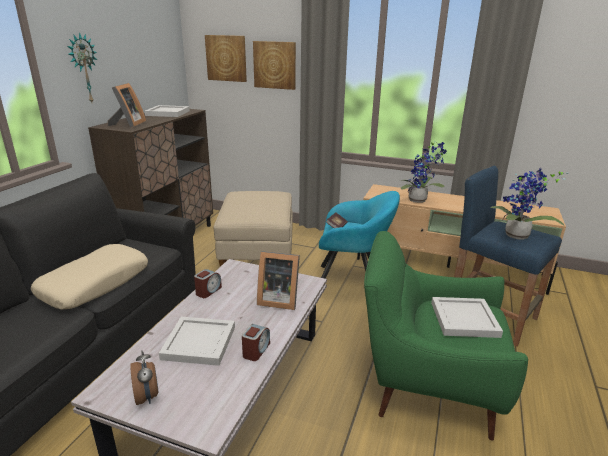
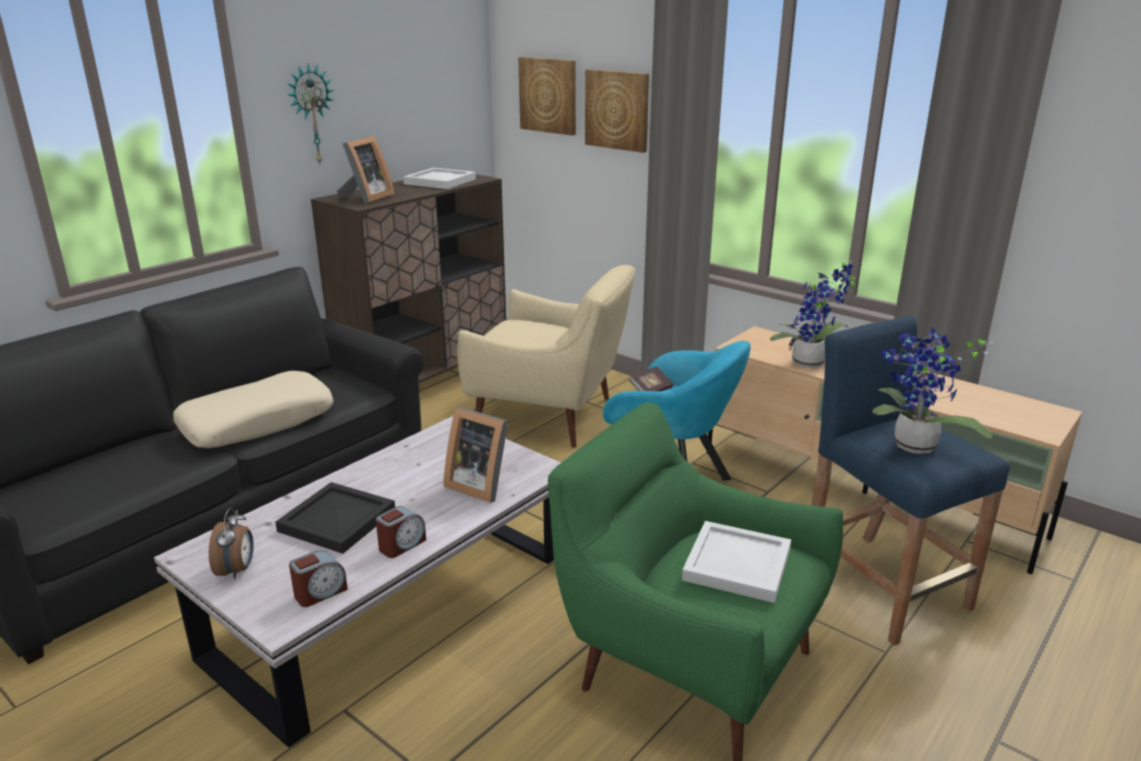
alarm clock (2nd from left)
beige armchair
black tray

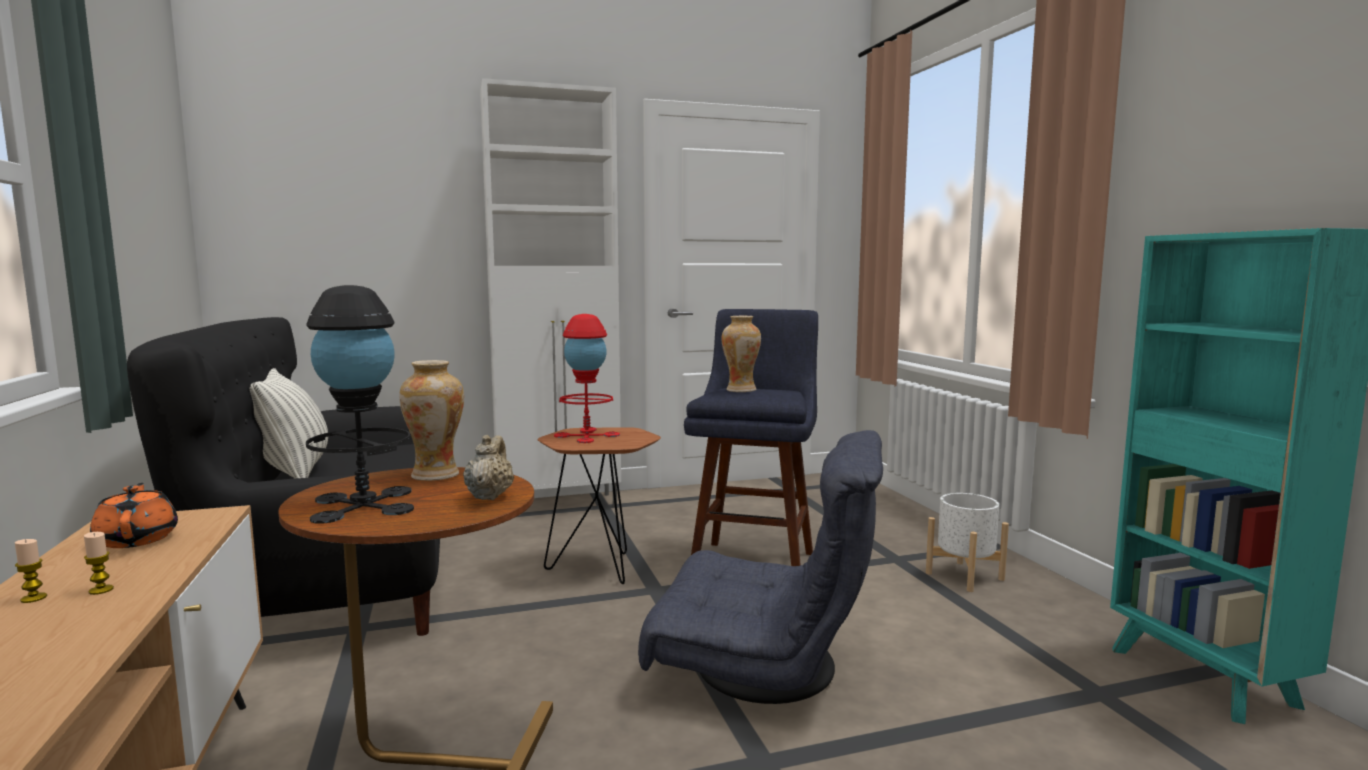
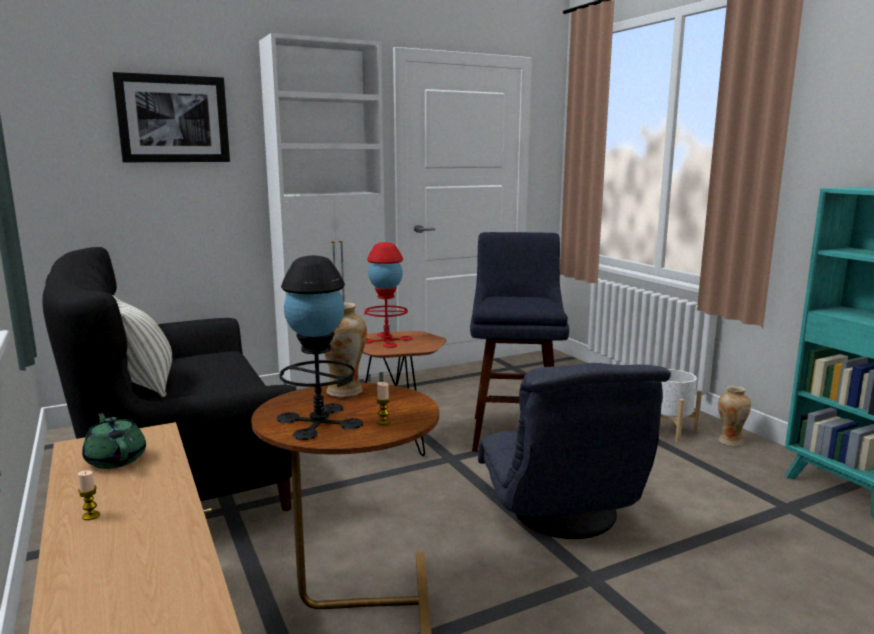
beige teapot
picture
candle (2nd from left)
vase (2nd from left)
green teapot
grey armchair

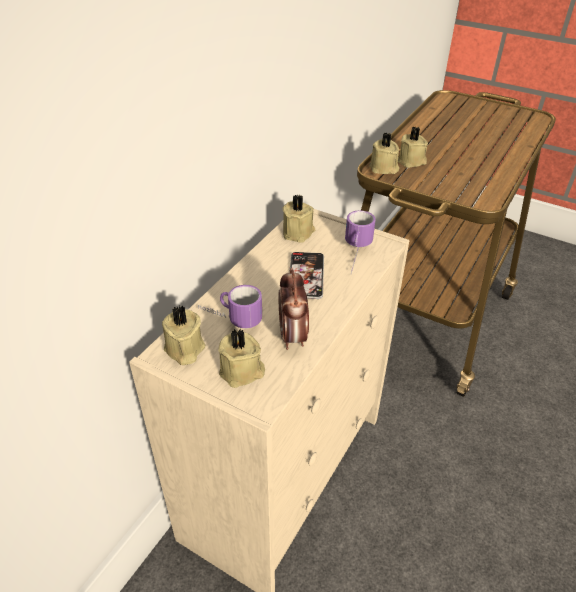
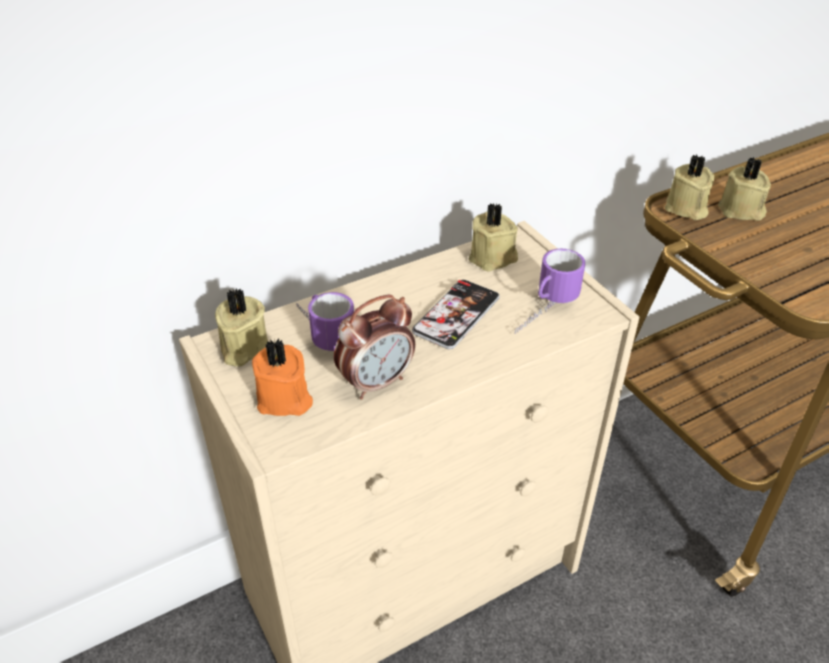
orange candle
alarm clock

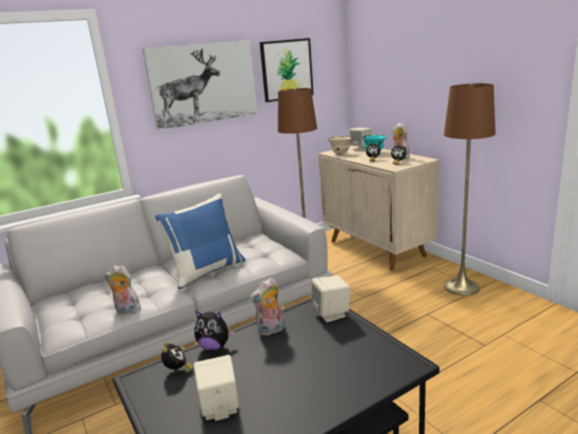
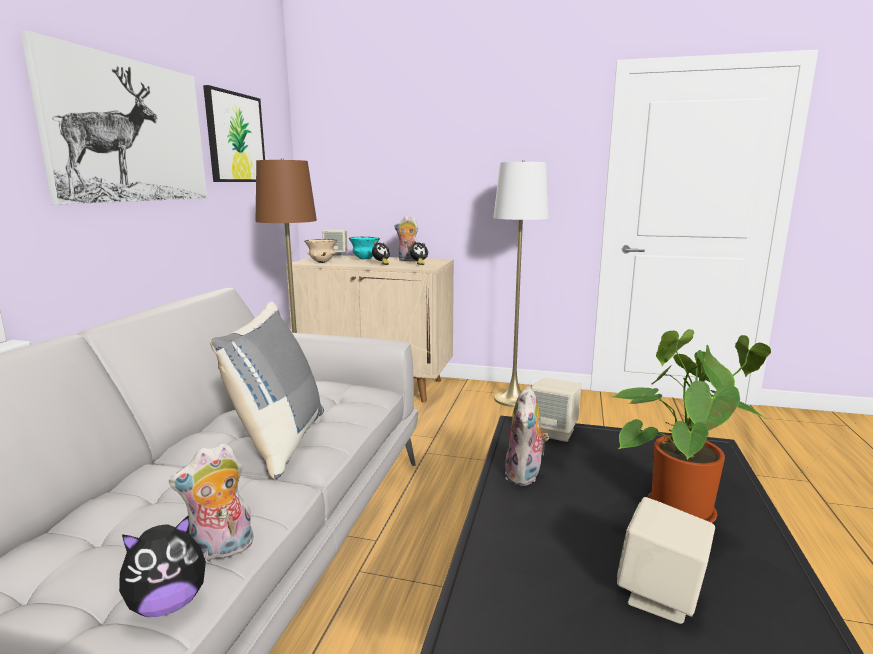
alarm clock (1st from left in the first image)
potted plant
plush toy (1st from left)
grey pillow
white floor lamp

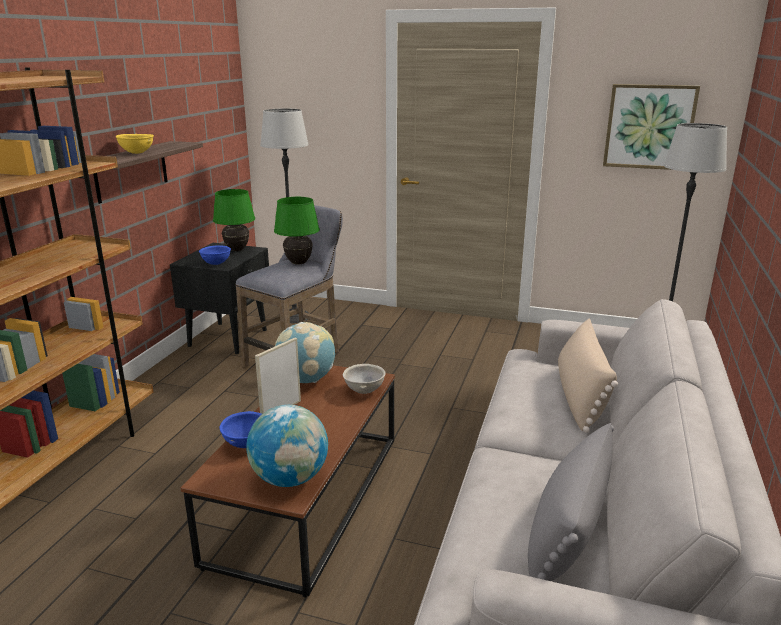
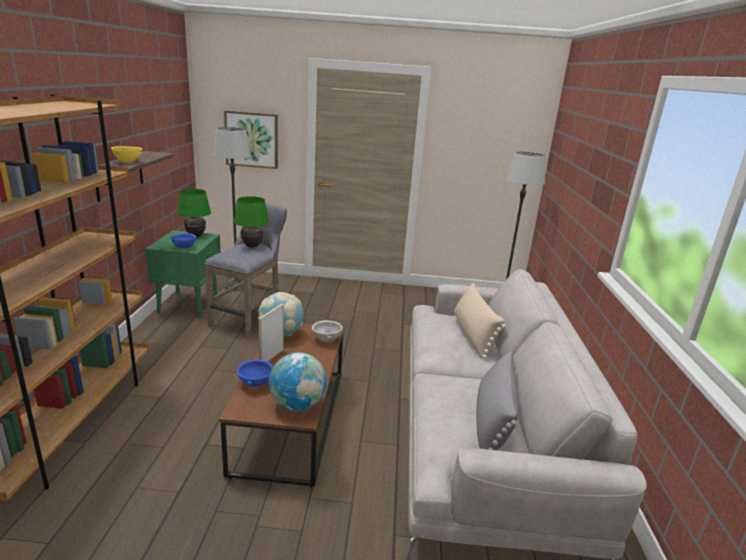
picture
green nightstand

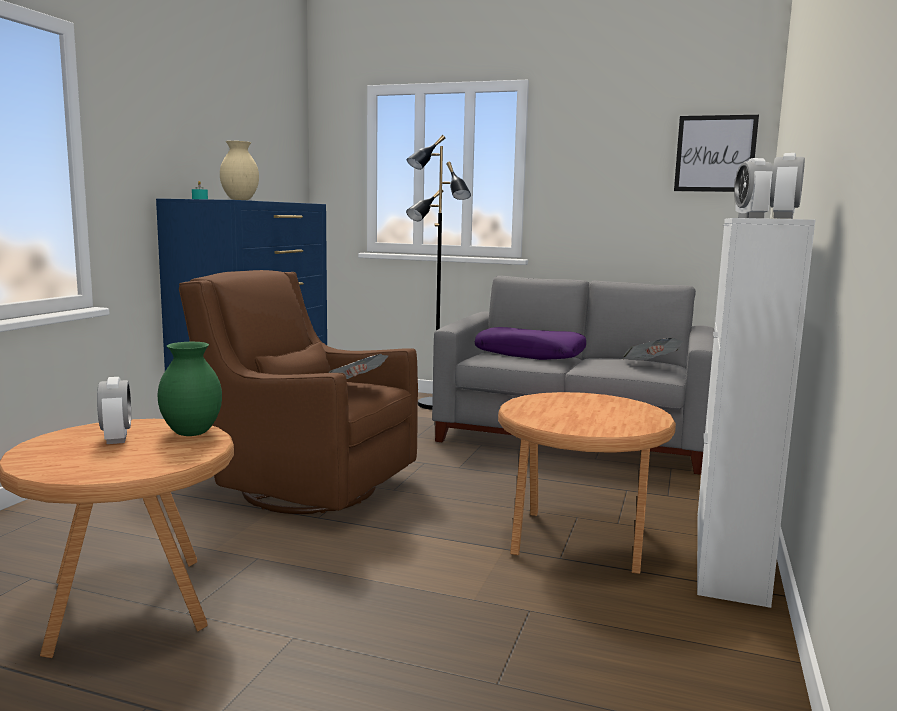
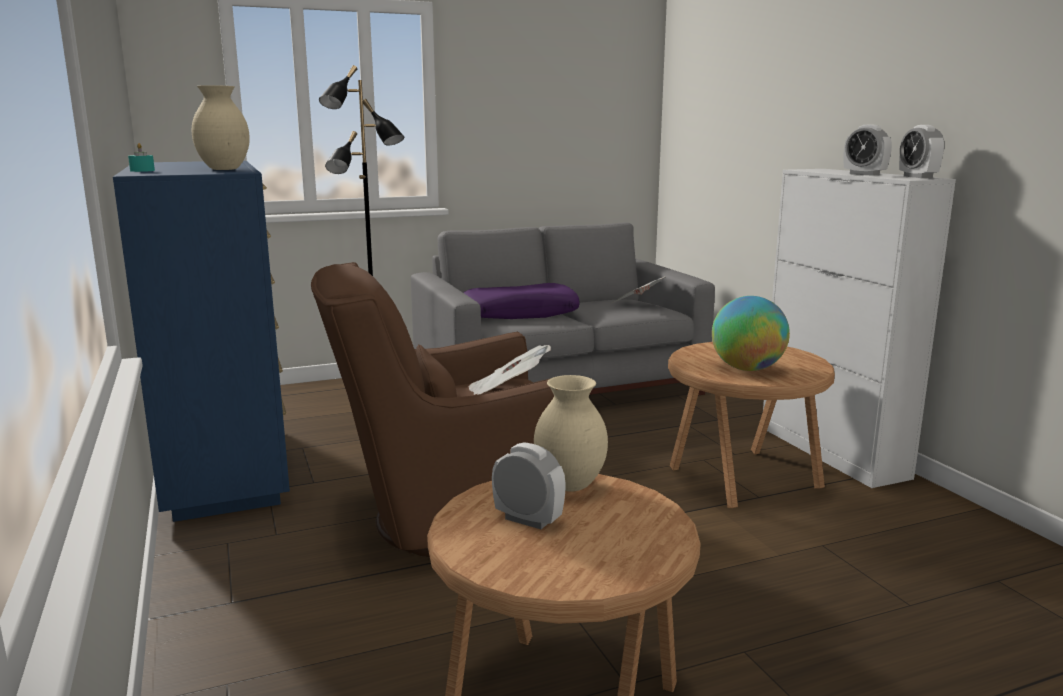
picture
globe
beige vase (2nd from left)

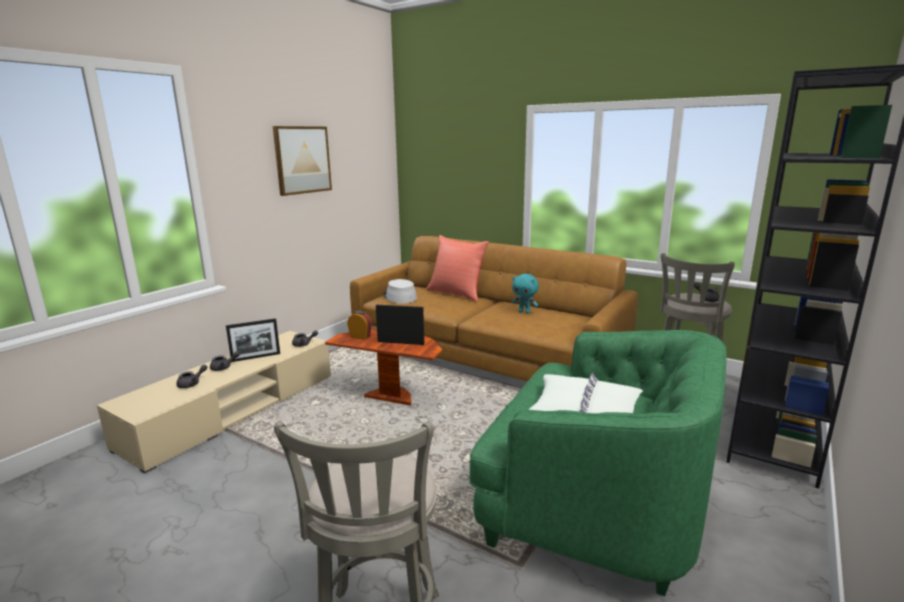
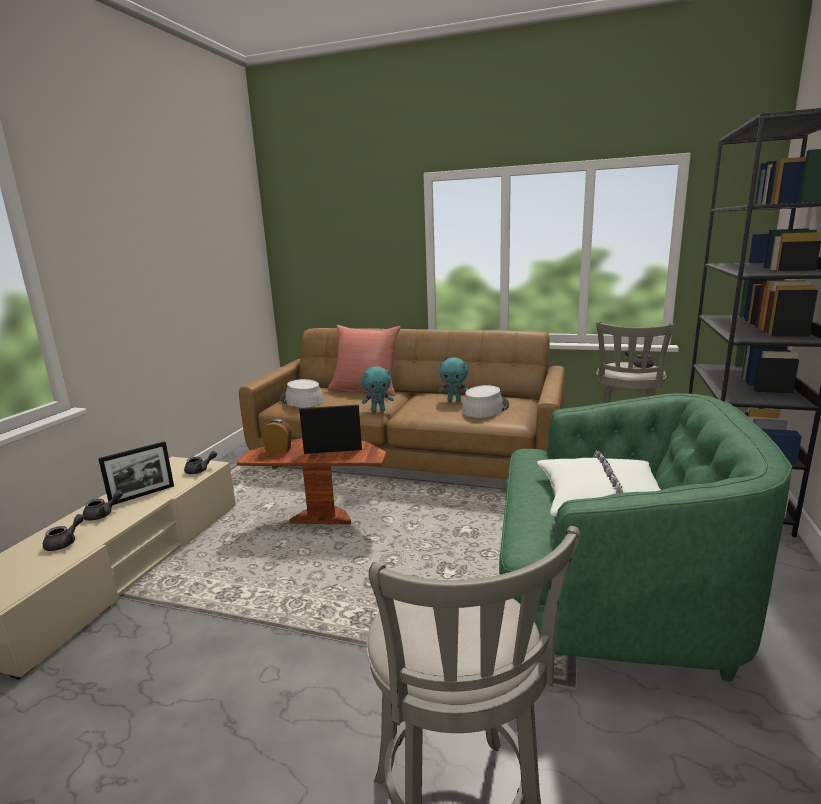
picture
turquoise plush toy (1st from left)
grey hat (2nd from left)

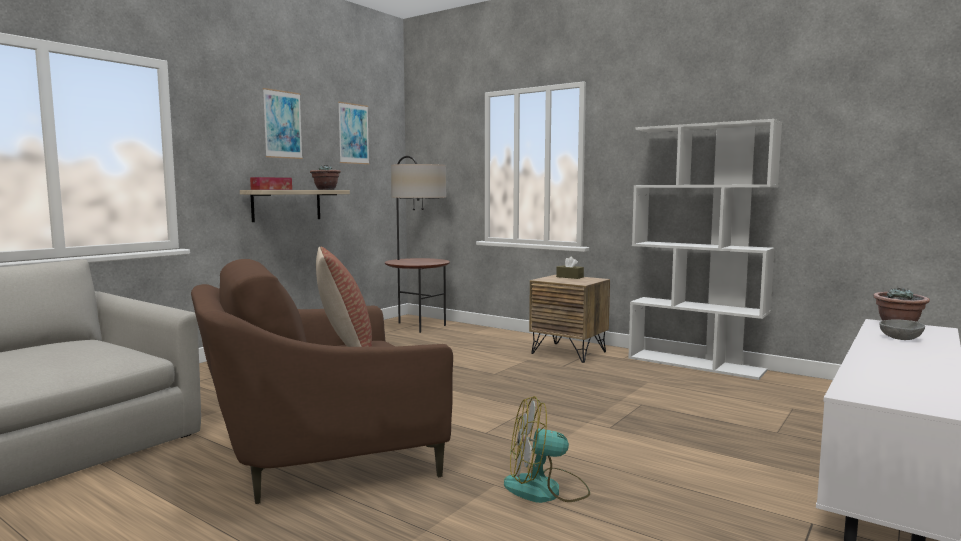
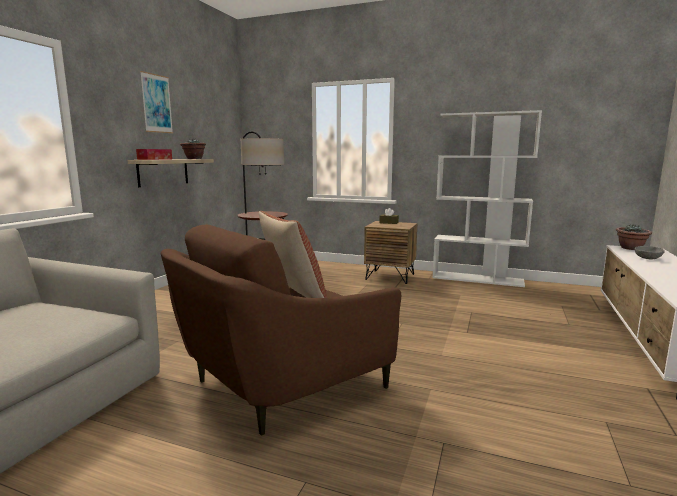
picture (2nd from left in the first image)
fan

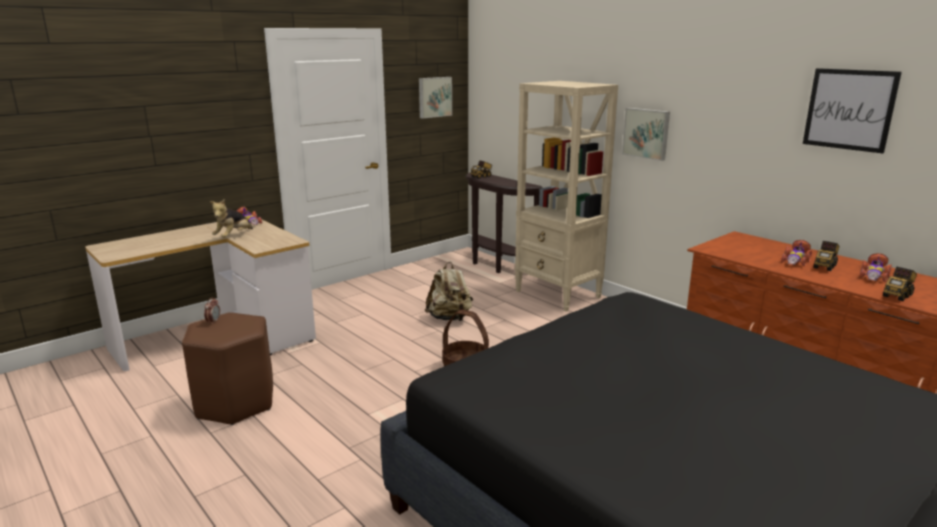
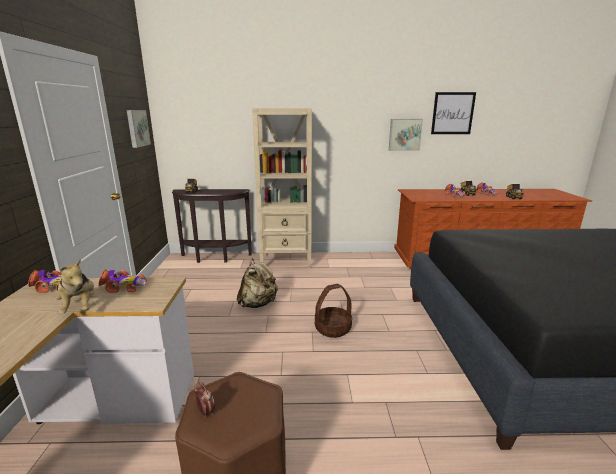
toy car (2nd from left)
picture (2nd from left)

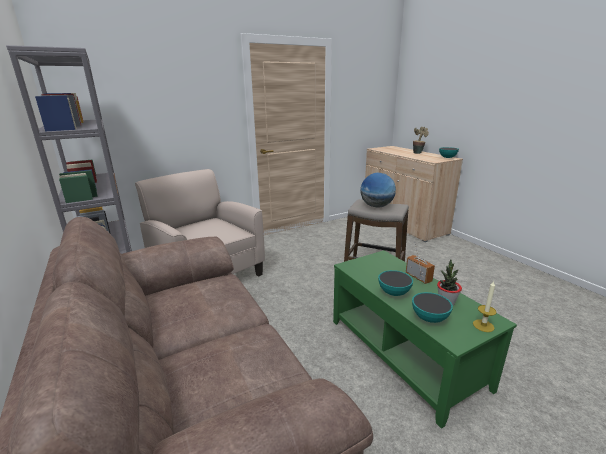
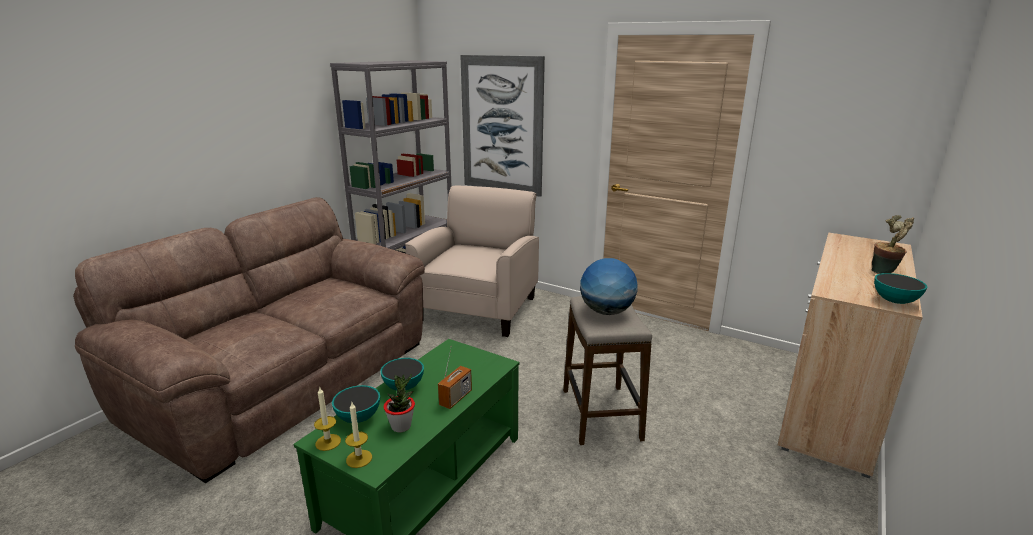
candle (1st from left)
picture

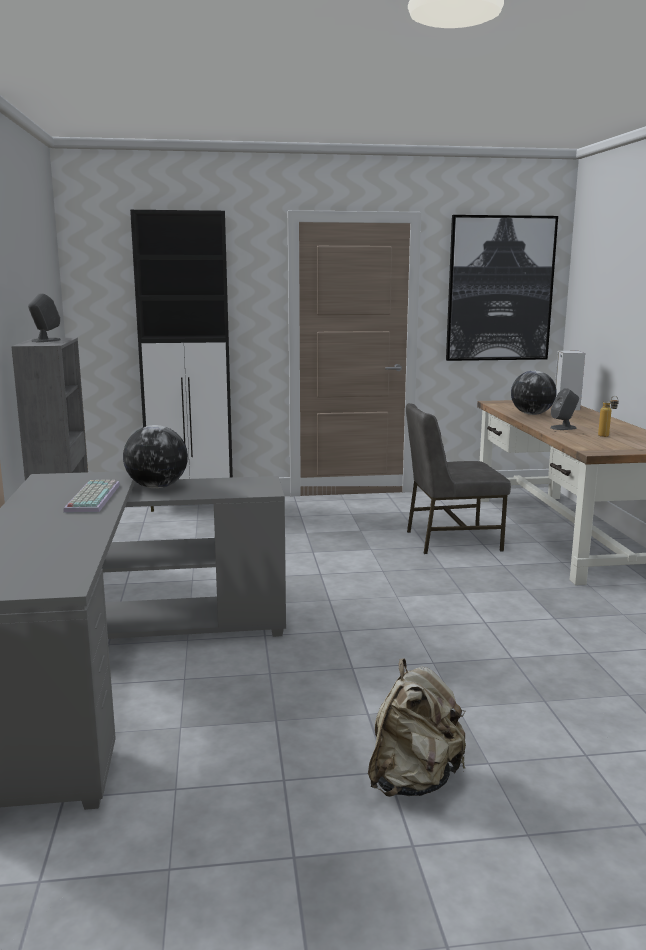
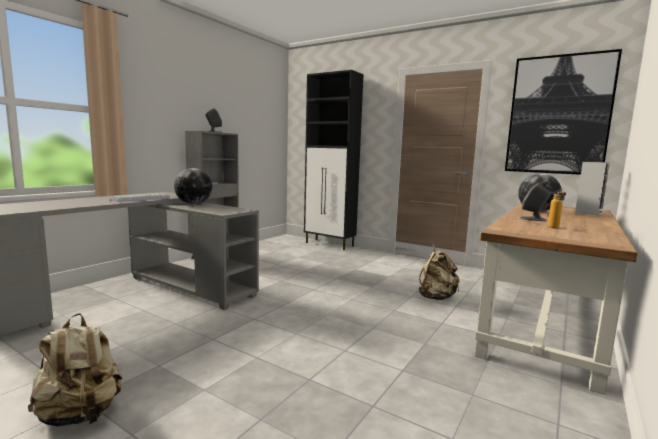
beige backpack (2nd from left)

